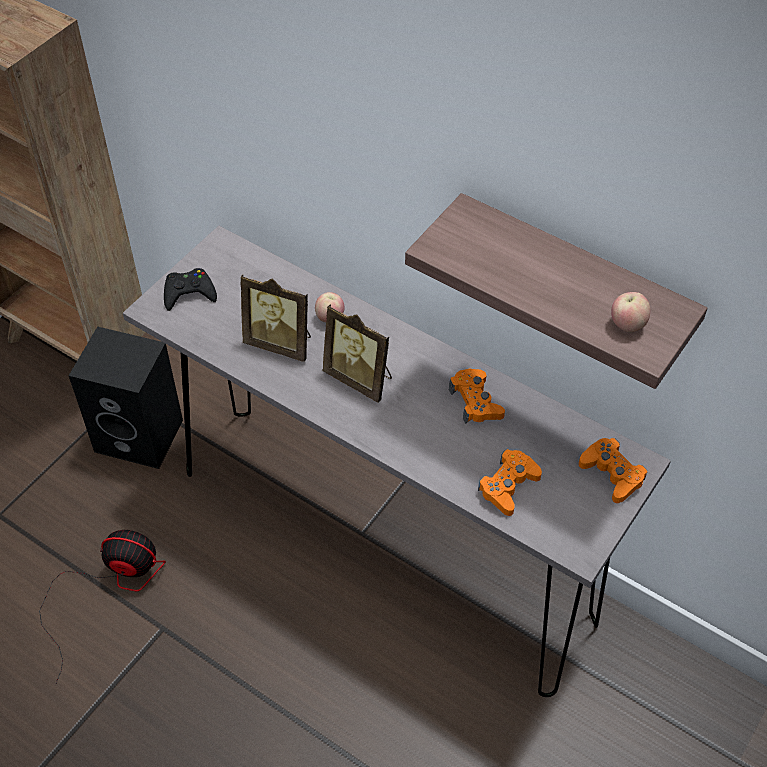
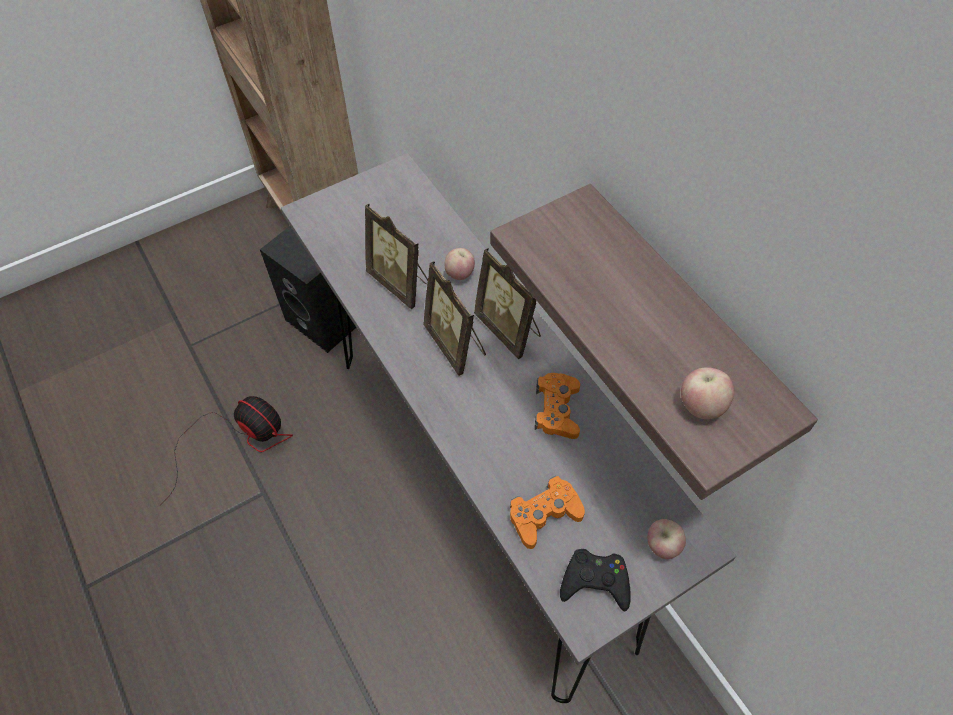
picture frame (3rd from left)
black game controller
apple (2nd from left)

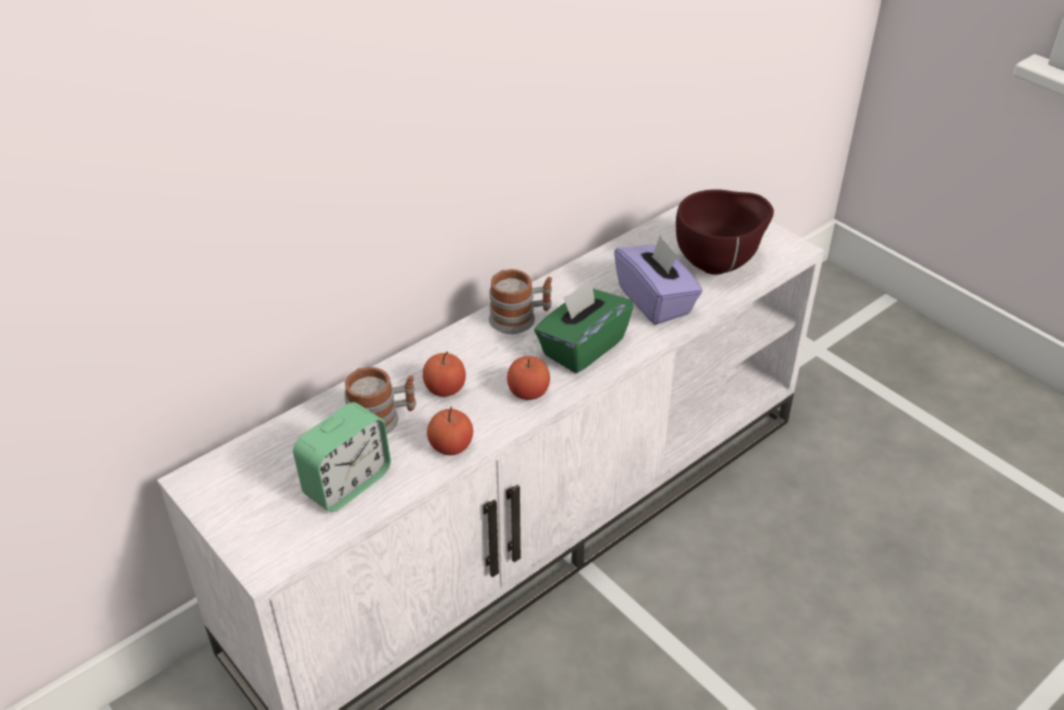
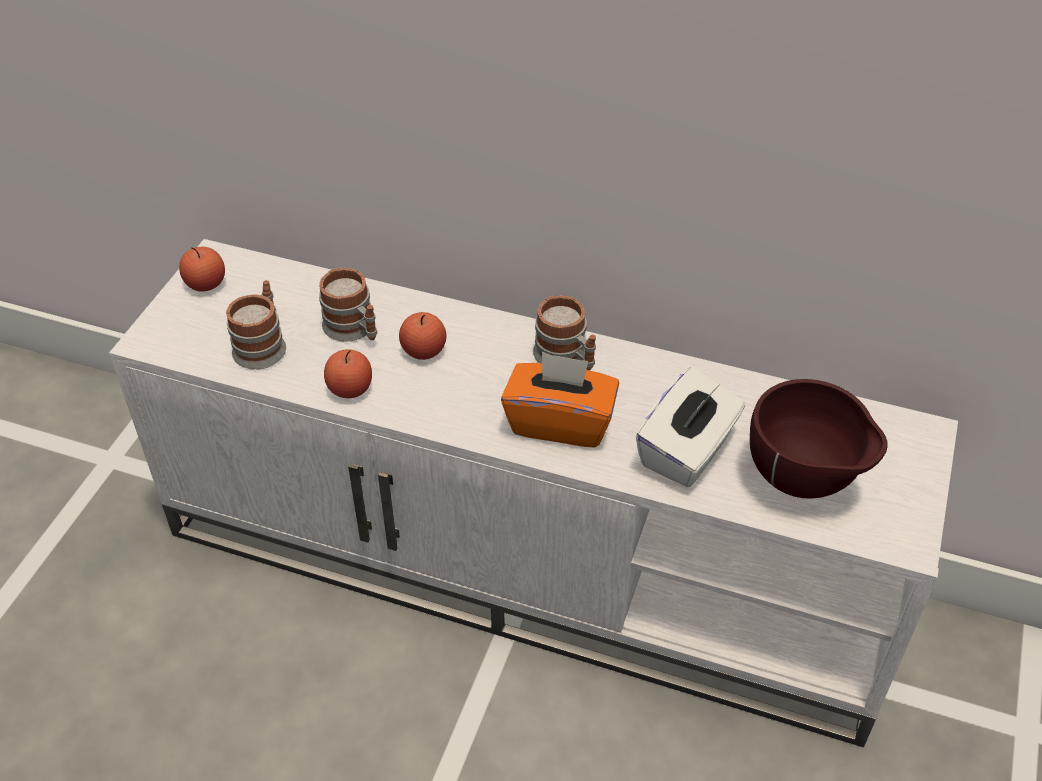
apple (1st from left)
mug (1st from left)
orange tissue box
white tissue box

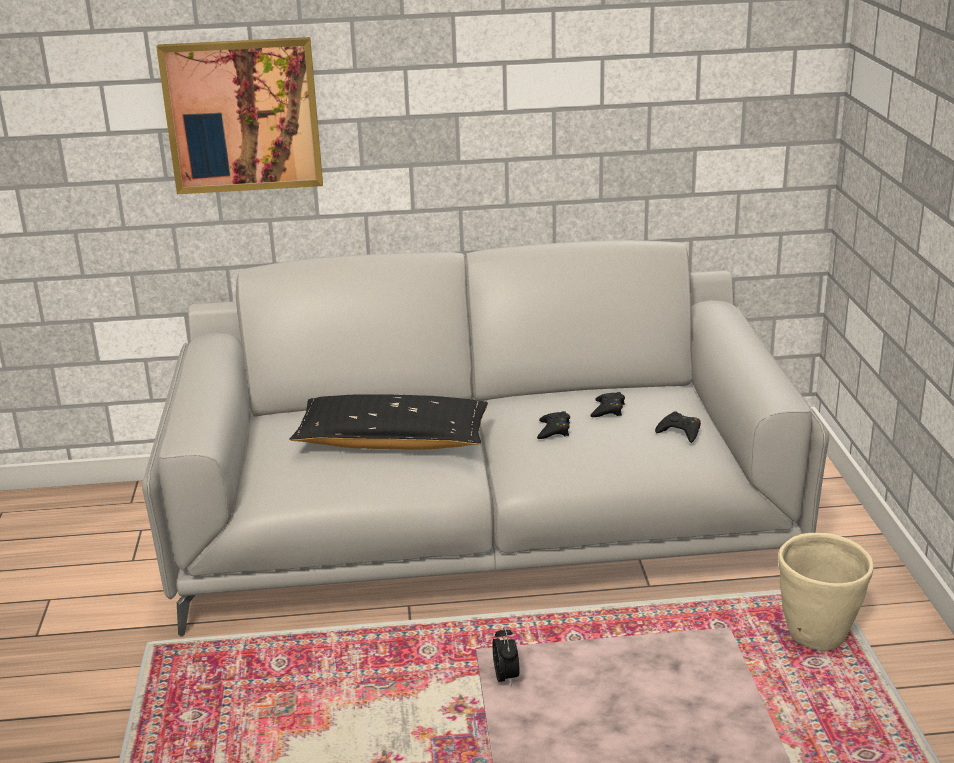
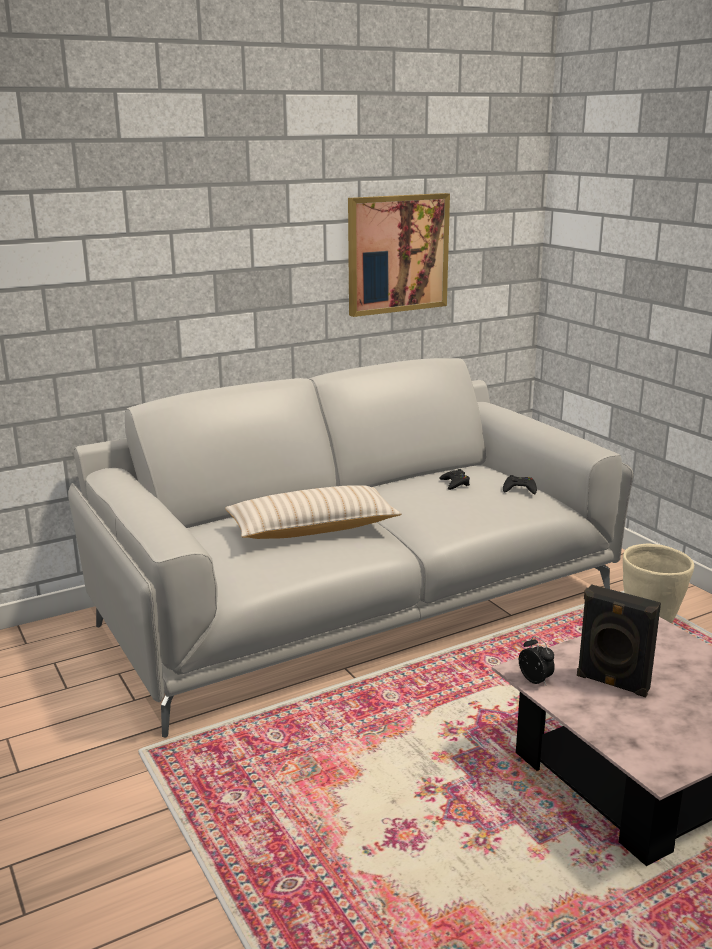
black game controller (1st from left in the first image)
black speaker
picture
beige pillow

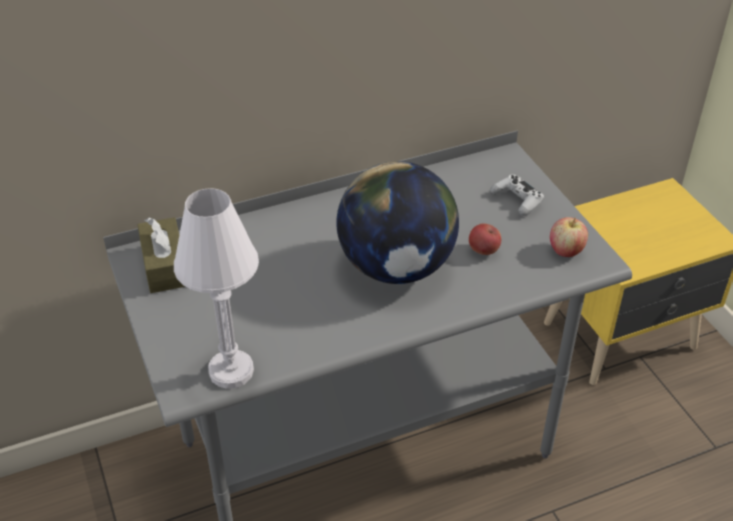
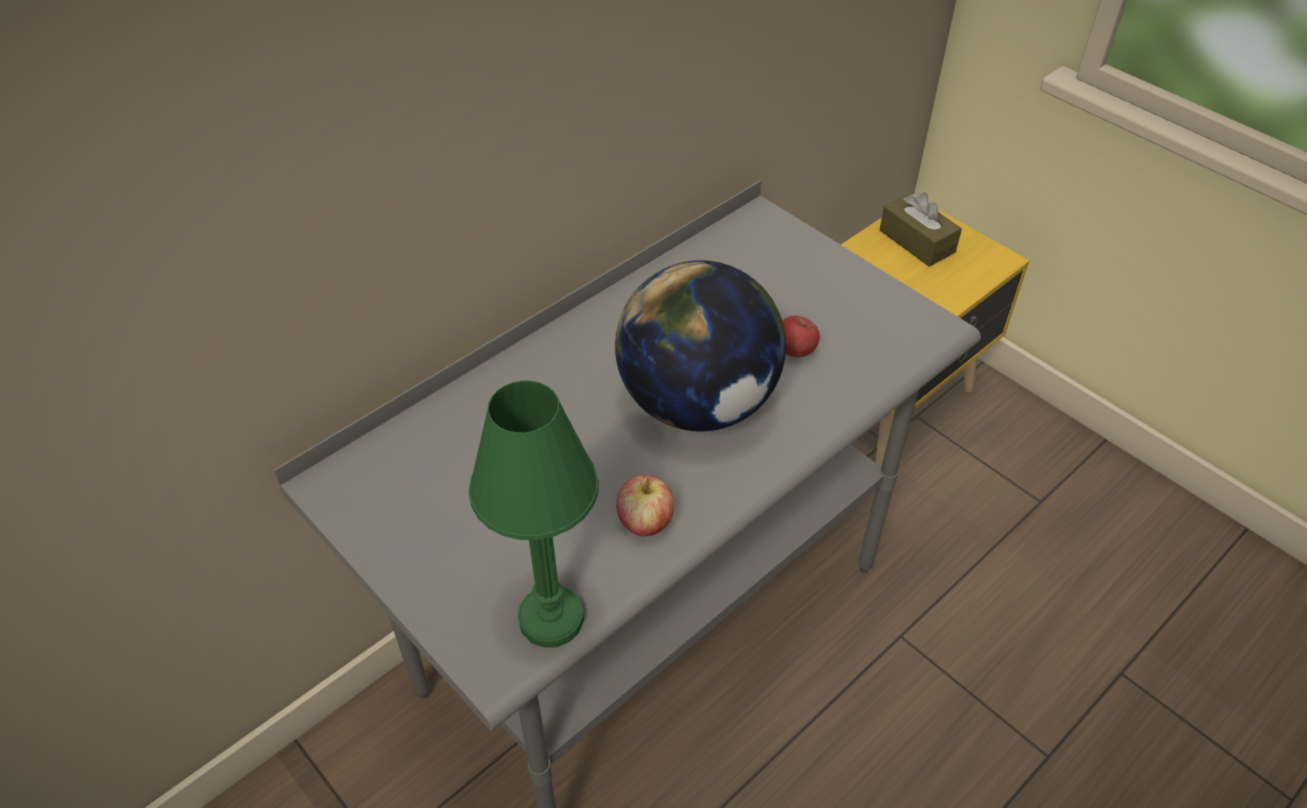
white game controller
brown tissue box
apple (1st from left)
green table lamp

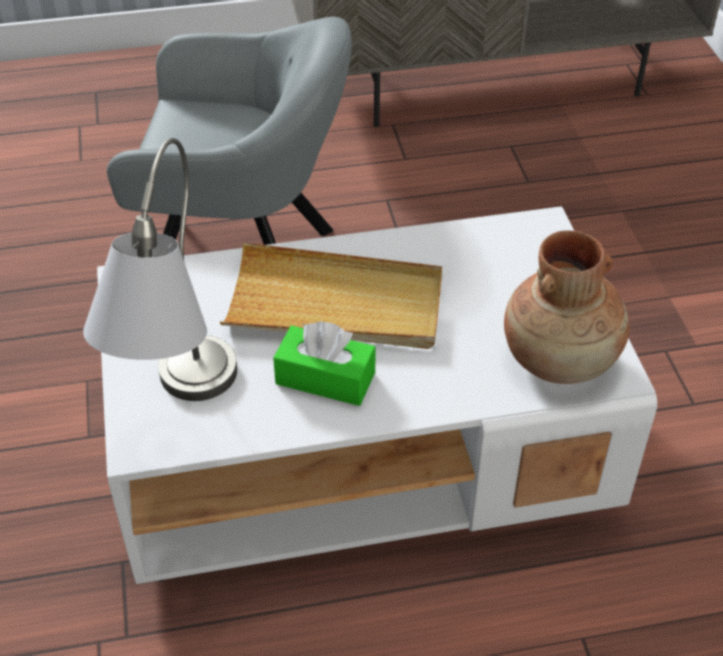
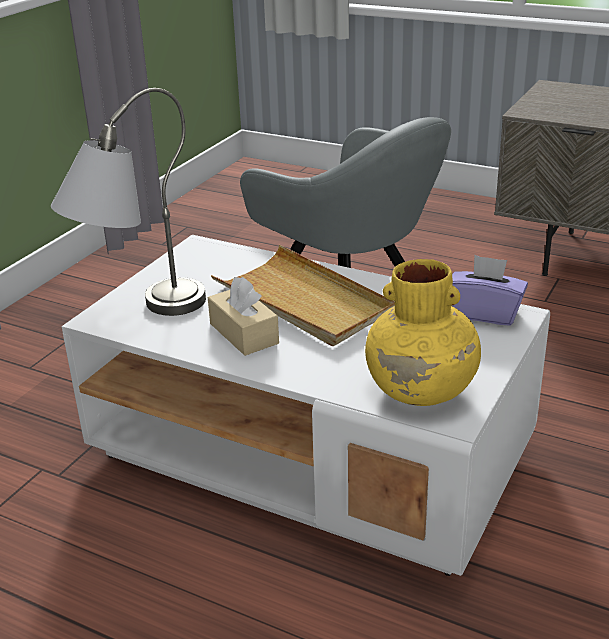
purple tissue box
beige tissue box
yellow vase

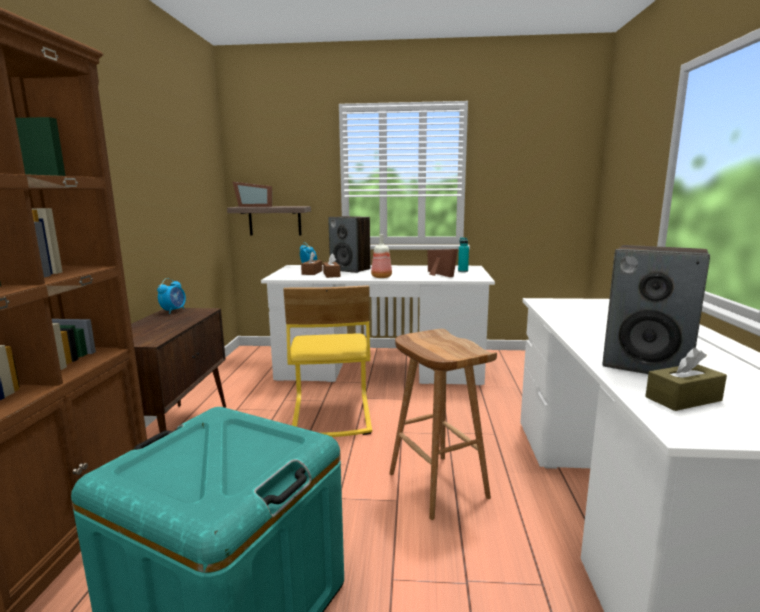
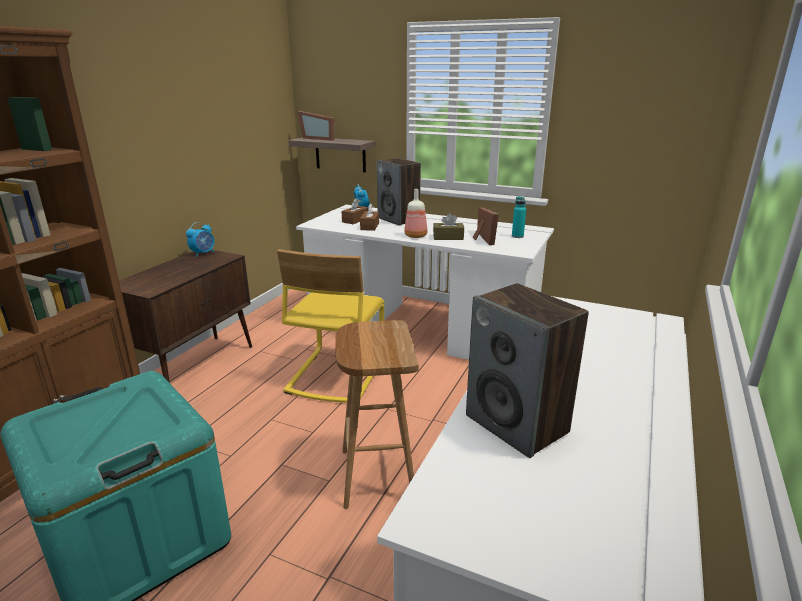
brown tissue box (3rd from left)

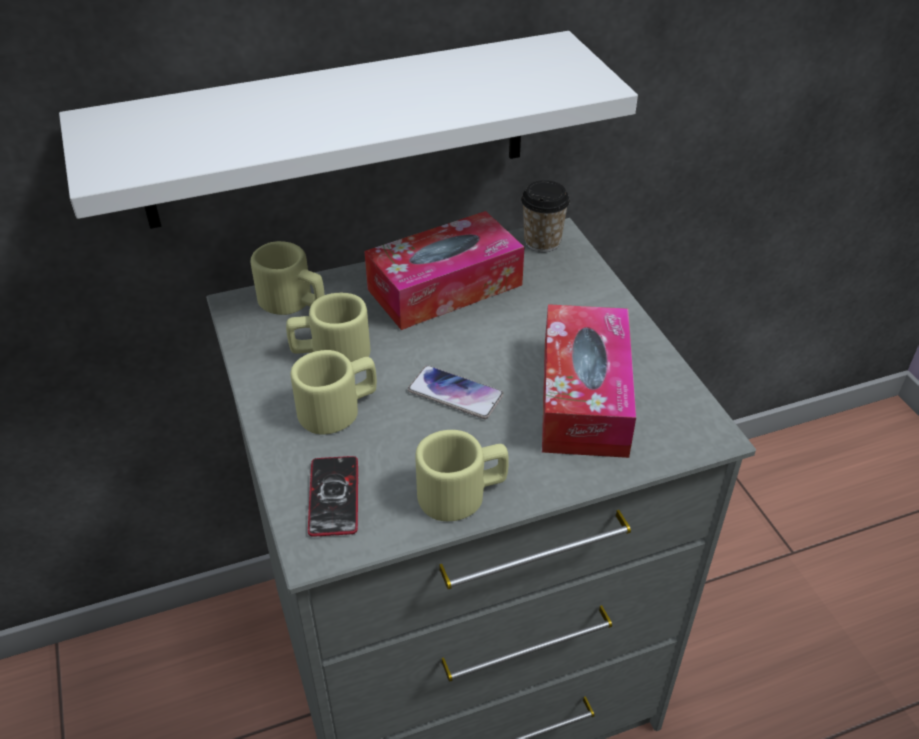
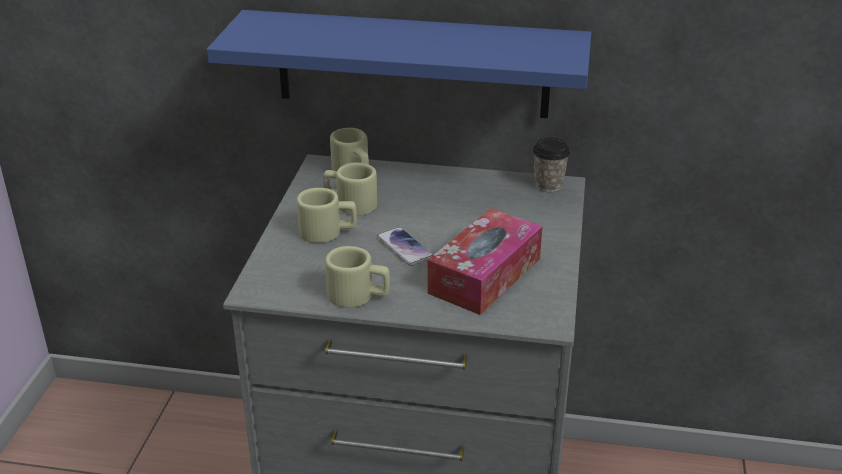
phone (1st from left in the first image)
tissue box (1st from left in the first image)
blue shelf

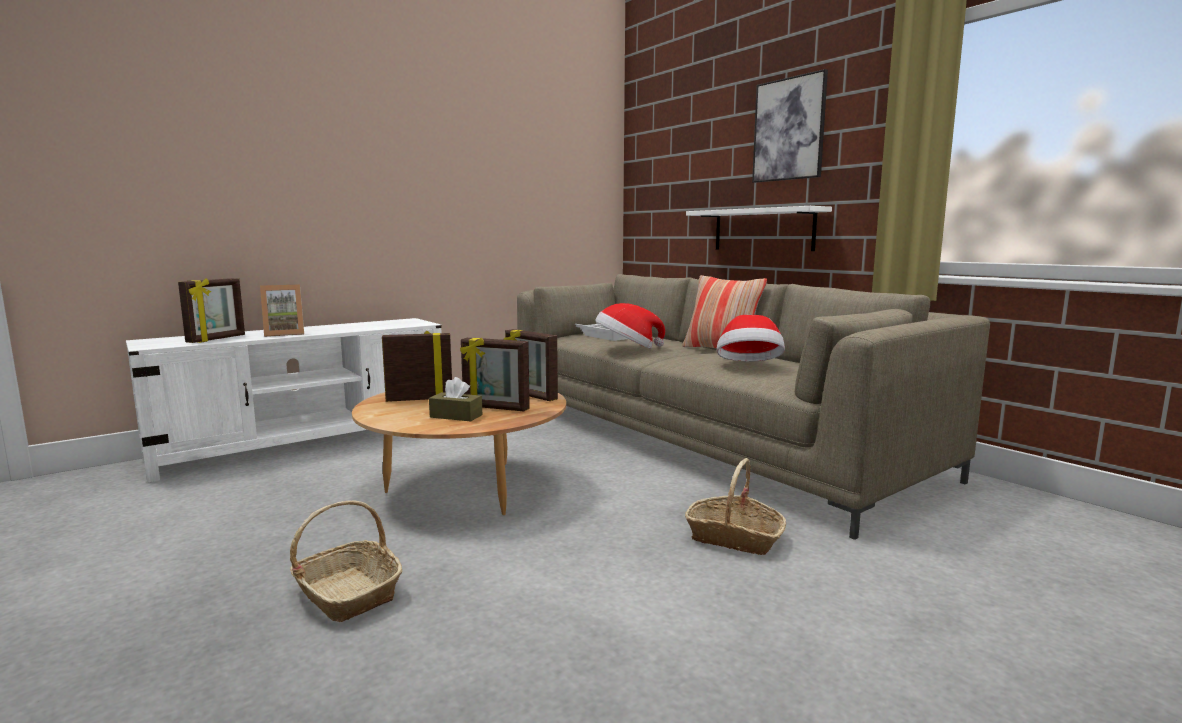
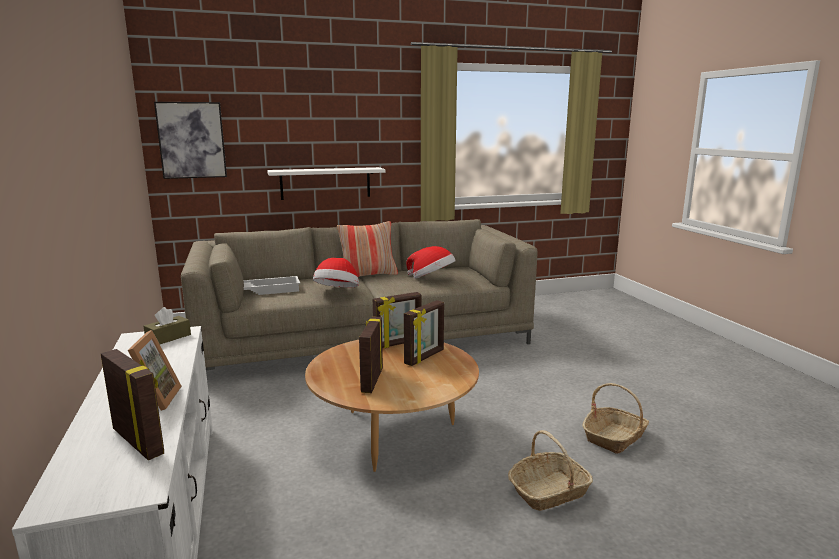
brown tissue box
basket (2nd from left)
picture

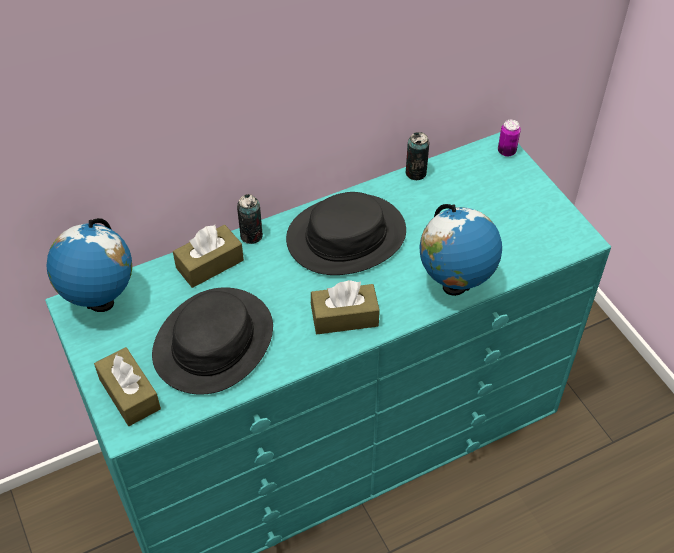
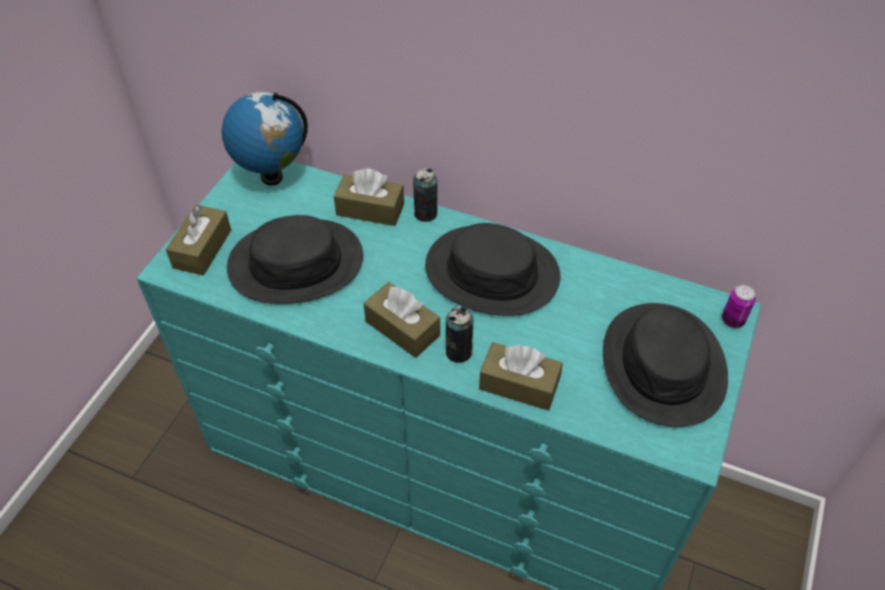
black hat (3rd from left)
can (2nd from left)
brown tissue box (4th from left)

